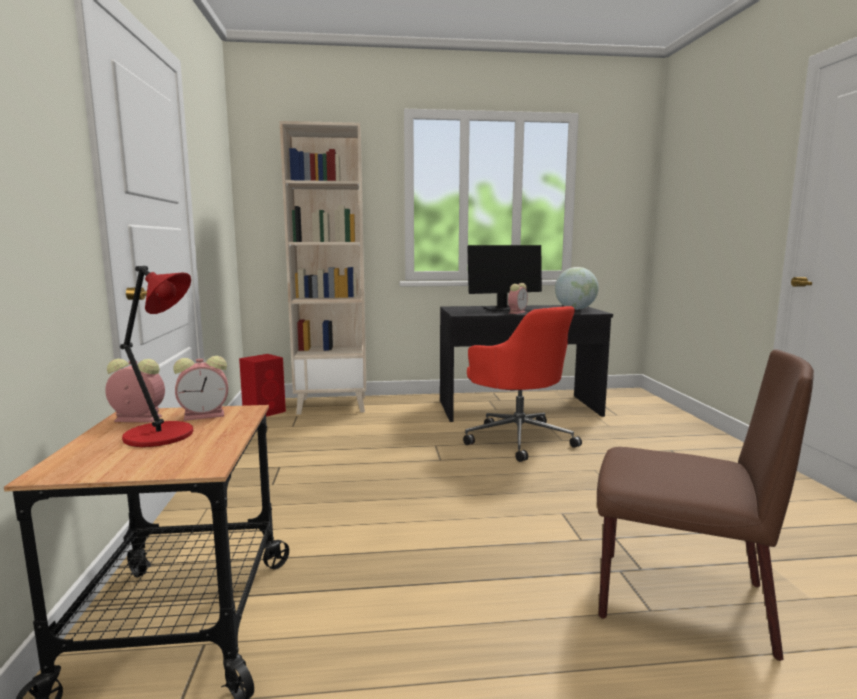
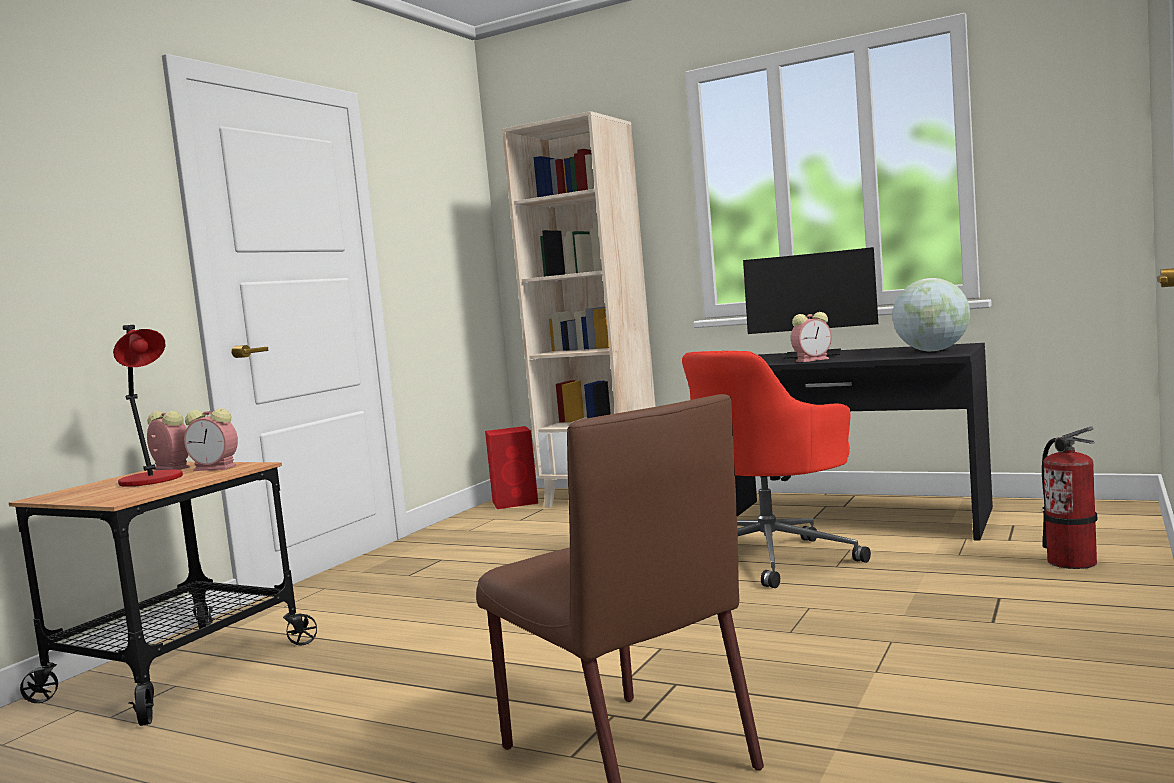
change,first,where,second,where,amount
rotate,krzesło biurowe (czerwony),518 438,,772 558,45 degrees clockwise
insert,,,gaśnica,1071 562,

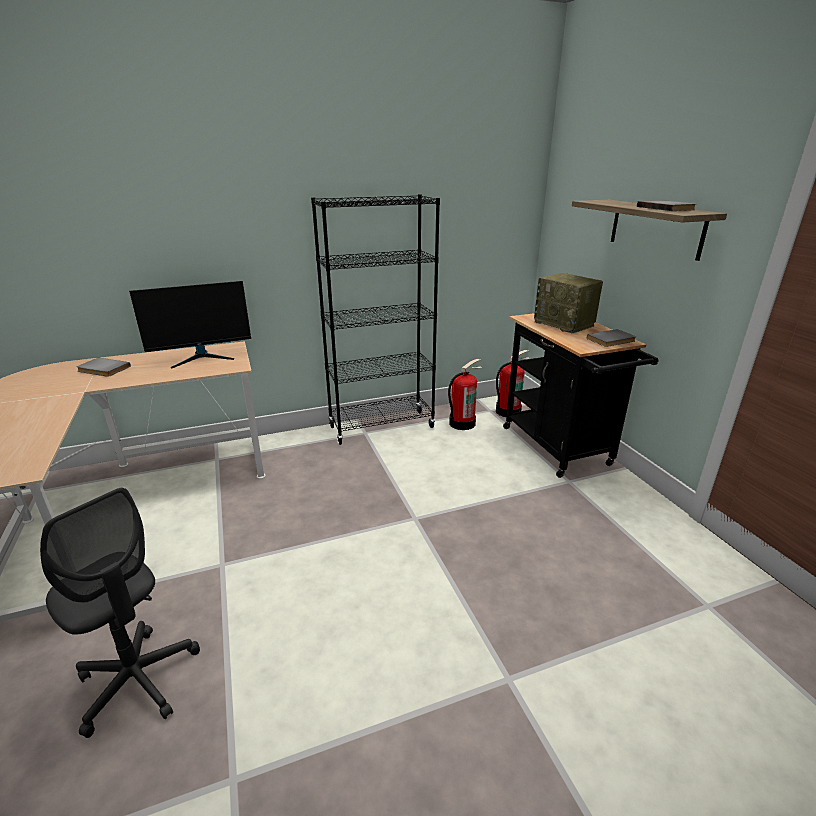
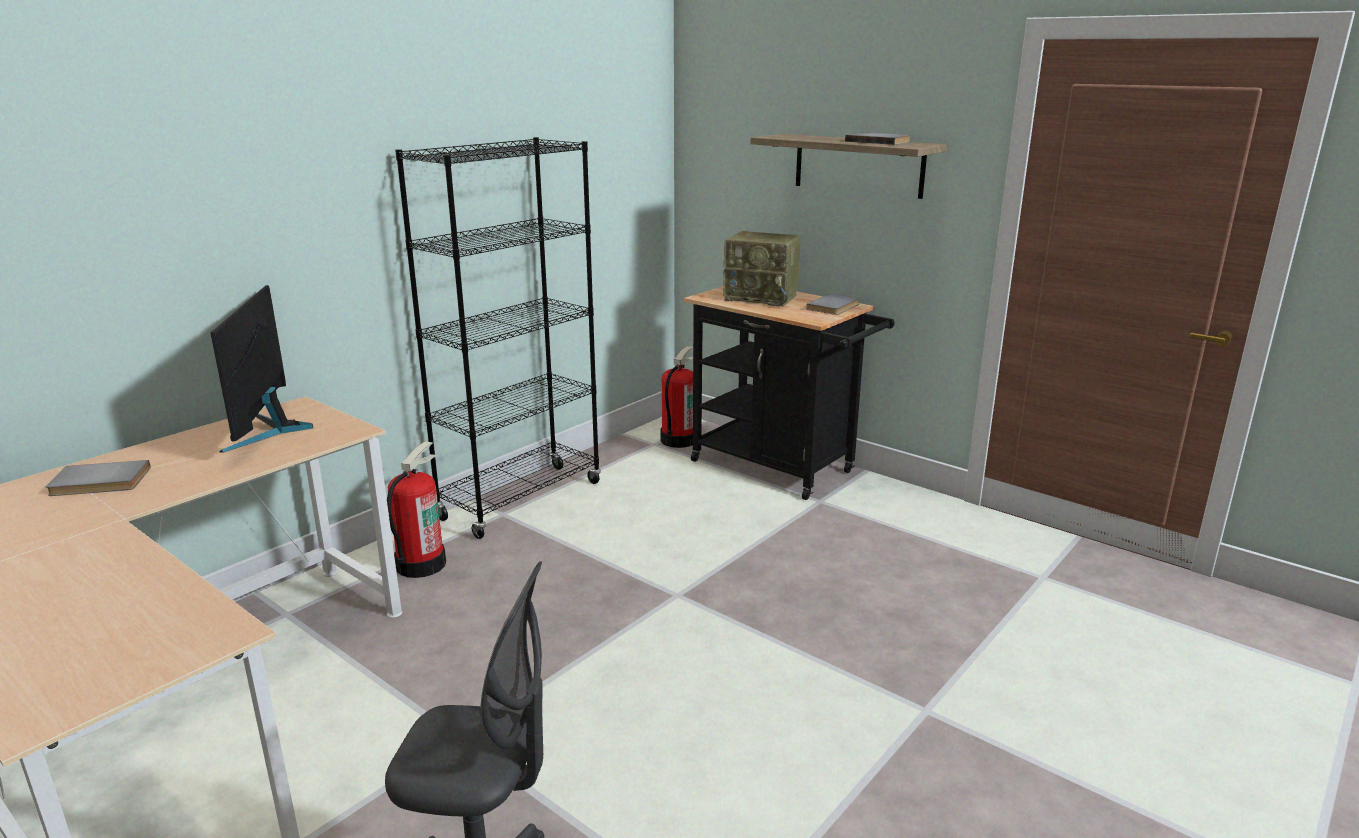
change,first,where,second,where,amount
rotate,monitor,202 357,,269 430,135 degrees clockwise
move,gaśnica,462 423,,420 564,

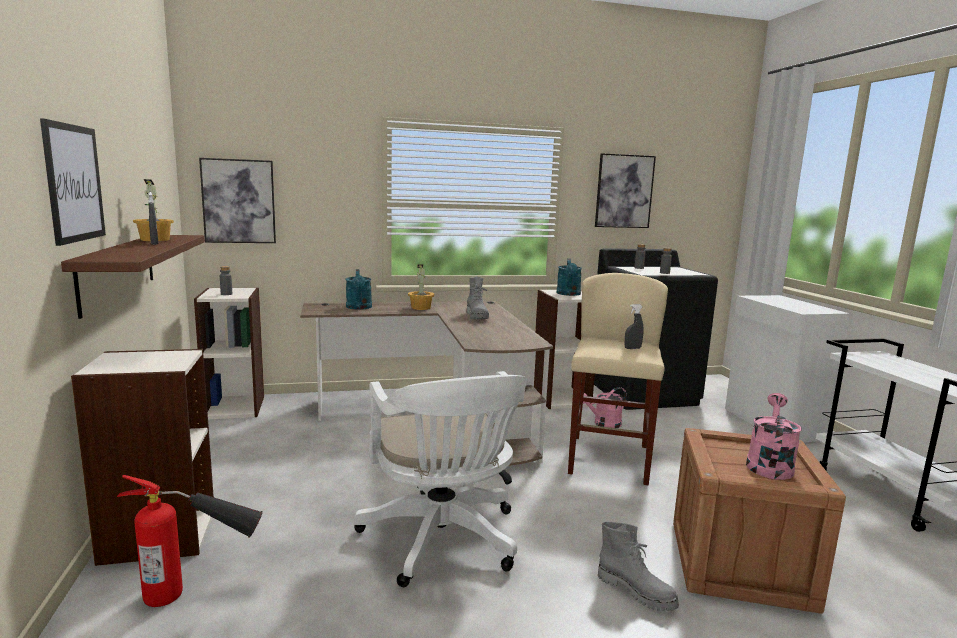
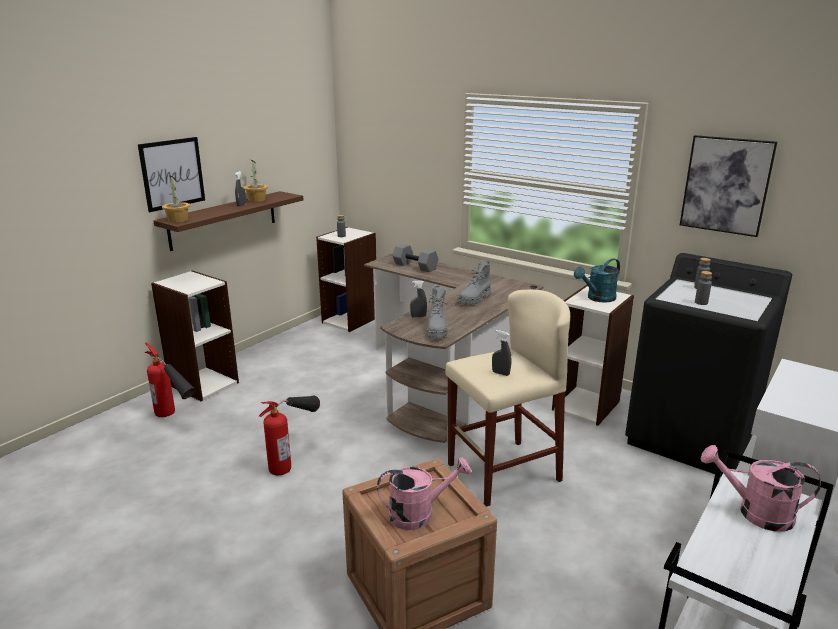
change,first,where,second,where,amount
delete,obraz,239 201,,,
replace,konewka (turkusowy),359 308,hantel (szary),416 266,
replace,krzesło biurowe (biały),443 541,gaśnica,293 458,
move,roślina doniczkowa,421 308,,177 220,
move,konewka (różowy),603 424,,755 513,
move,but z cholewką (szary),636 591,,437 330,
insert,,,spryskiwacz (szary),418 316,

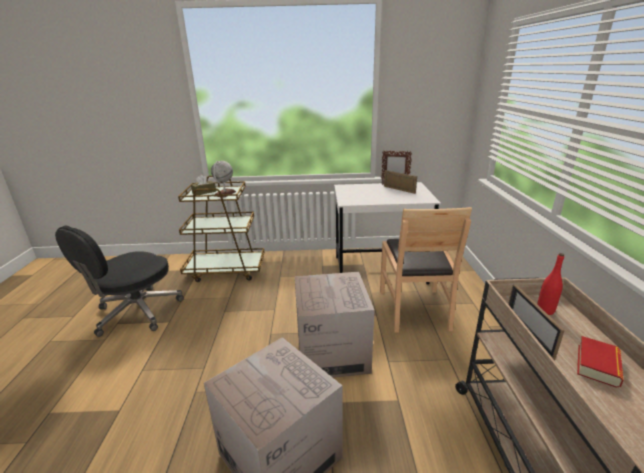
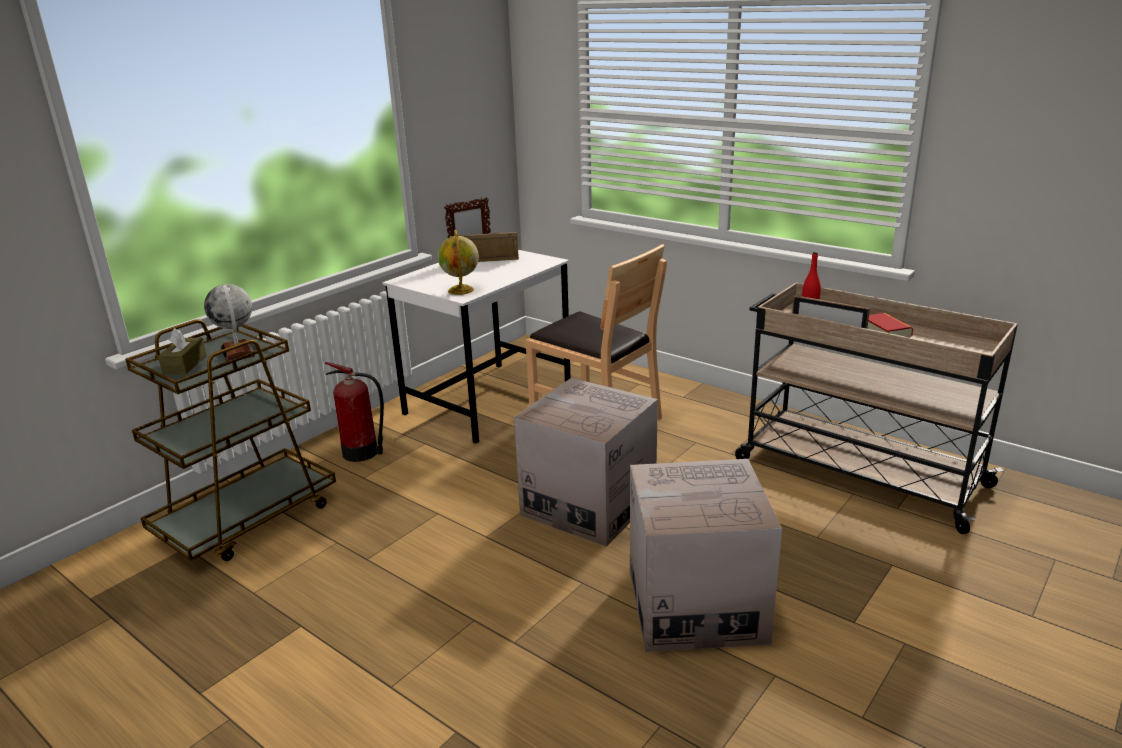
change,first,where,second,where,amount
delete,krzesło biurowe (czarny),136 312,,,
insert,,,gaśnica,362 453,
insert,,,globus,461 290,

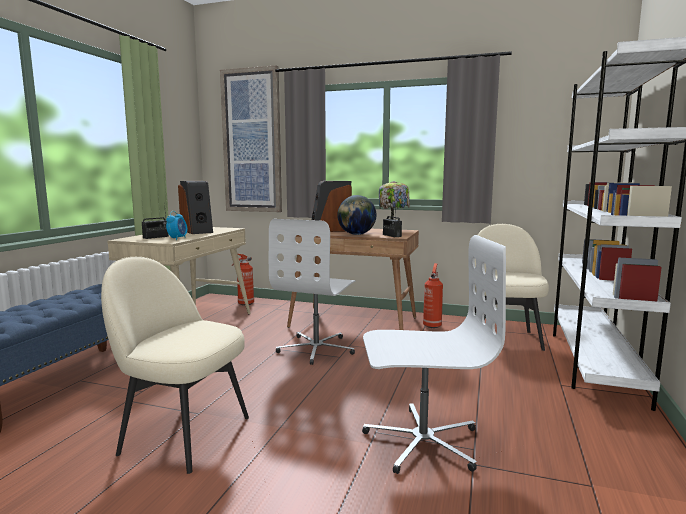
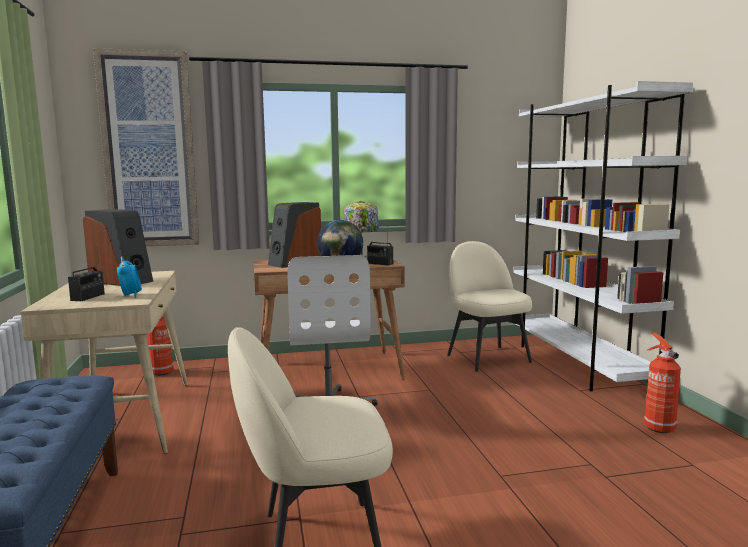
change,first,where,second,where,amount
delete,krzesło biurowe (biały),422 441,,,
move,gaśnica,432 325,,657 428,

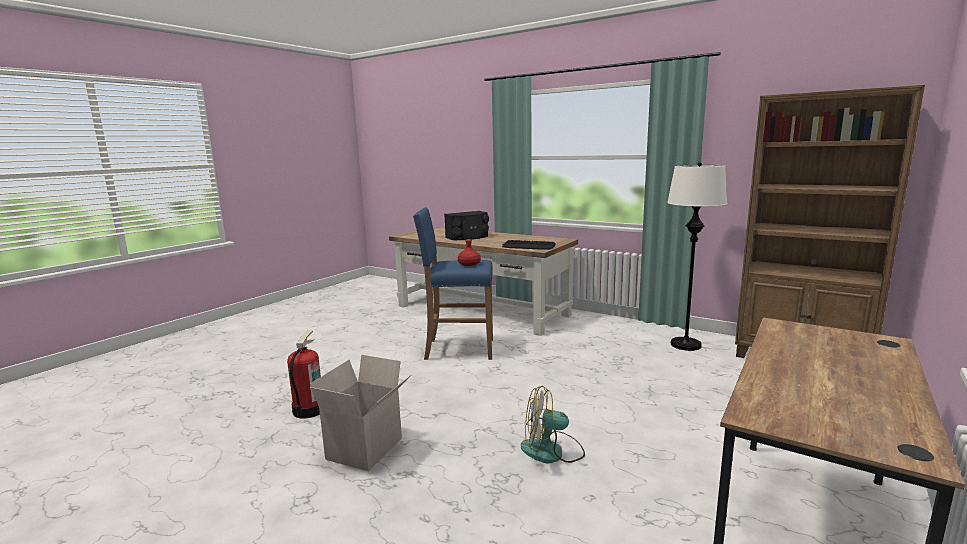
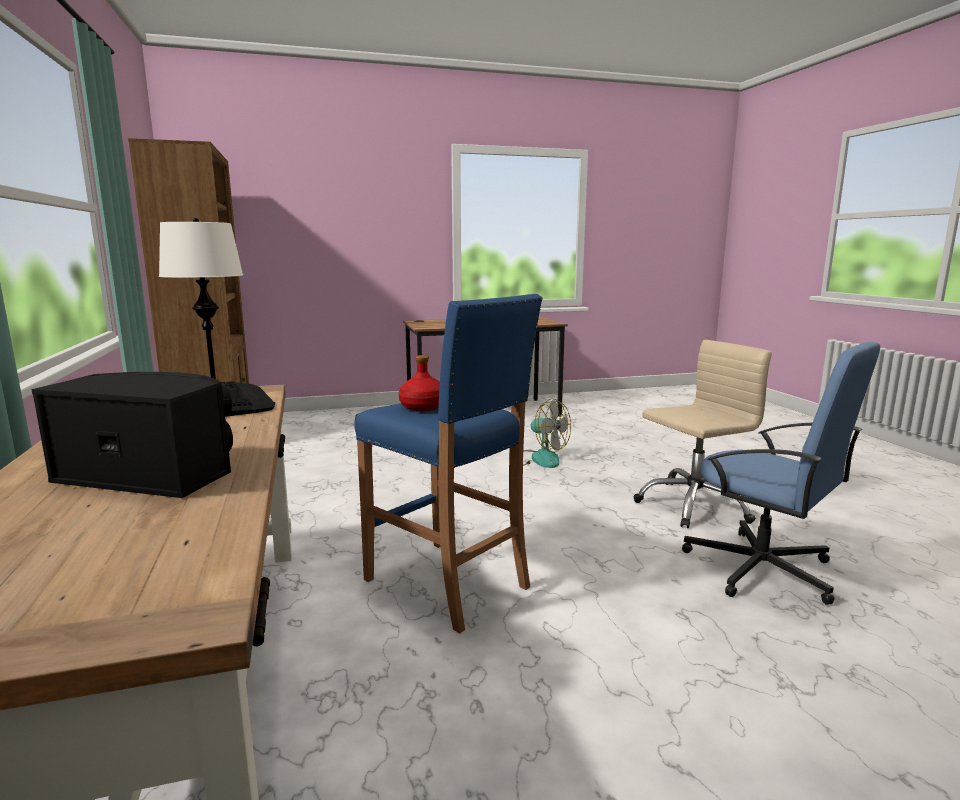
change,first,where,second,where,amount
replace,gaśnica,308 410,krzesło biurowe (niebieski),762 569,
replace,karton,366 450,krzesło biurowe (beżowy),693 505,

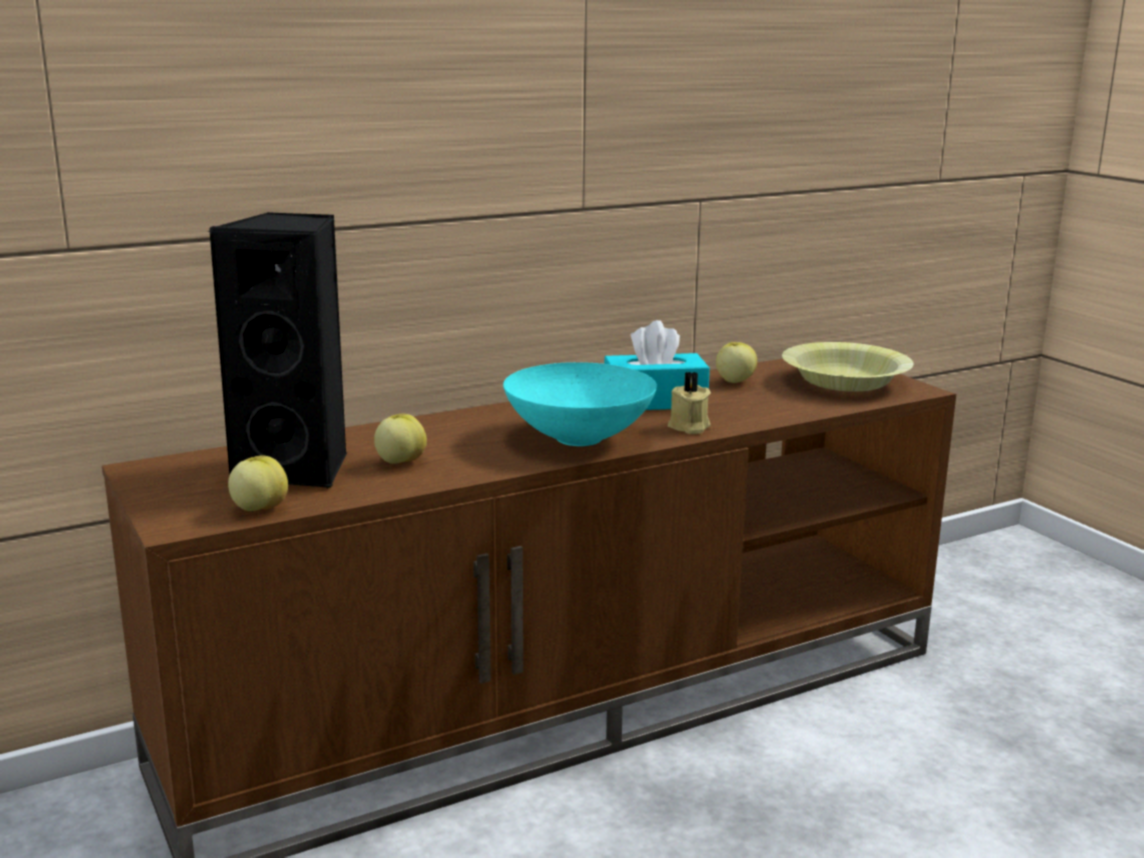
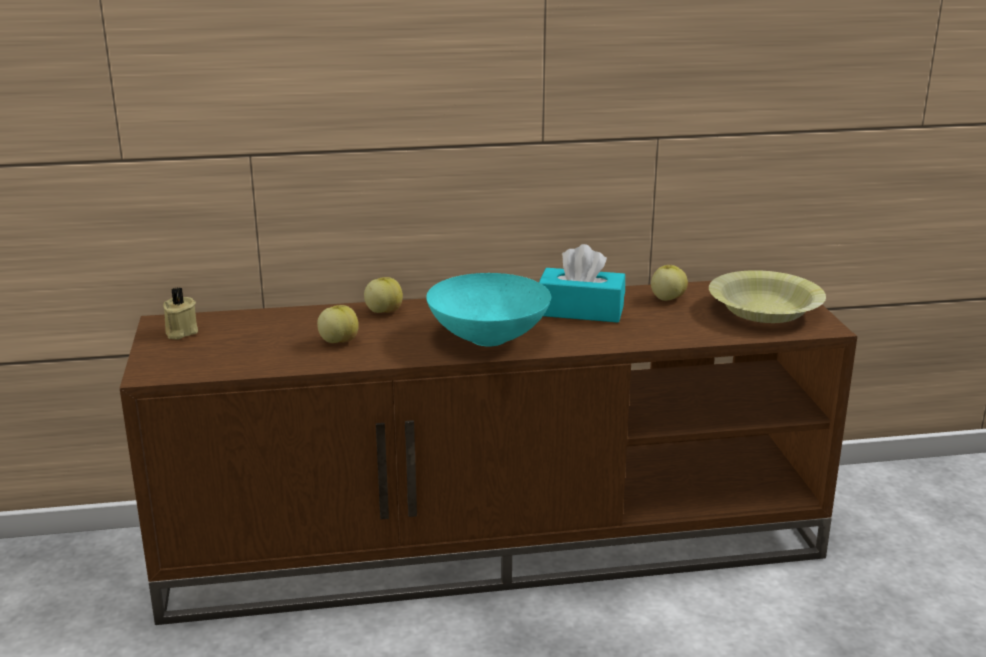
change,first,where,second,where,amount
delete,głośnik (czarny),298 468,,,
move,jabłko,259 509,,384 312,
move,świeca (beżowy),689 427,,180 332,

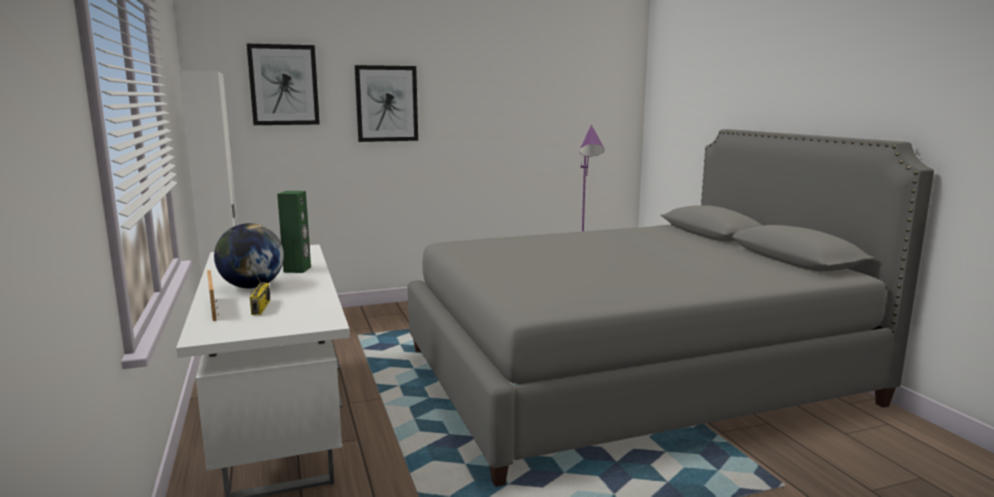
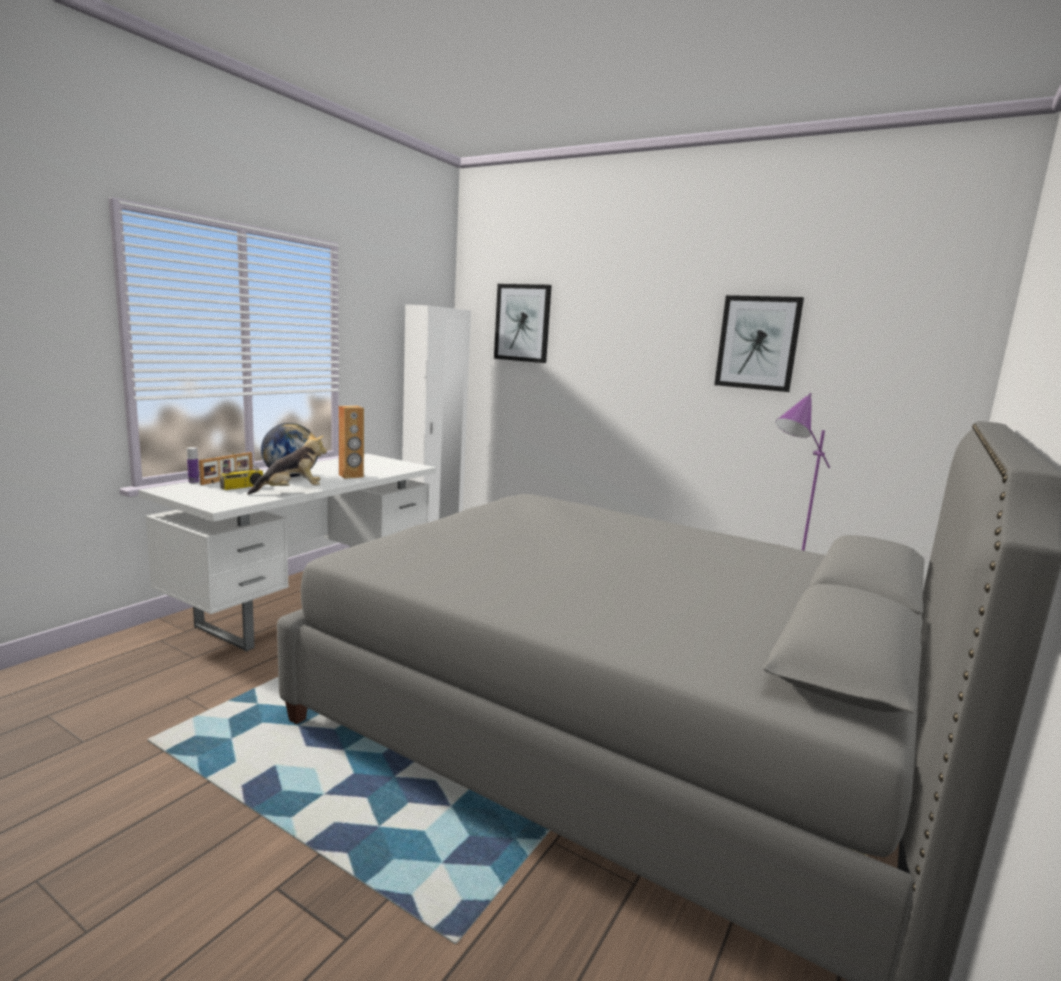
change,first,where,second,where,amount
recolor,głośnik (zielony),297 269,głośnik (brązowy),351 476,
move,obraz,386 103,,757 343,
insert,,,butelka,193 482,
insert,,,pluszak,291 492,

